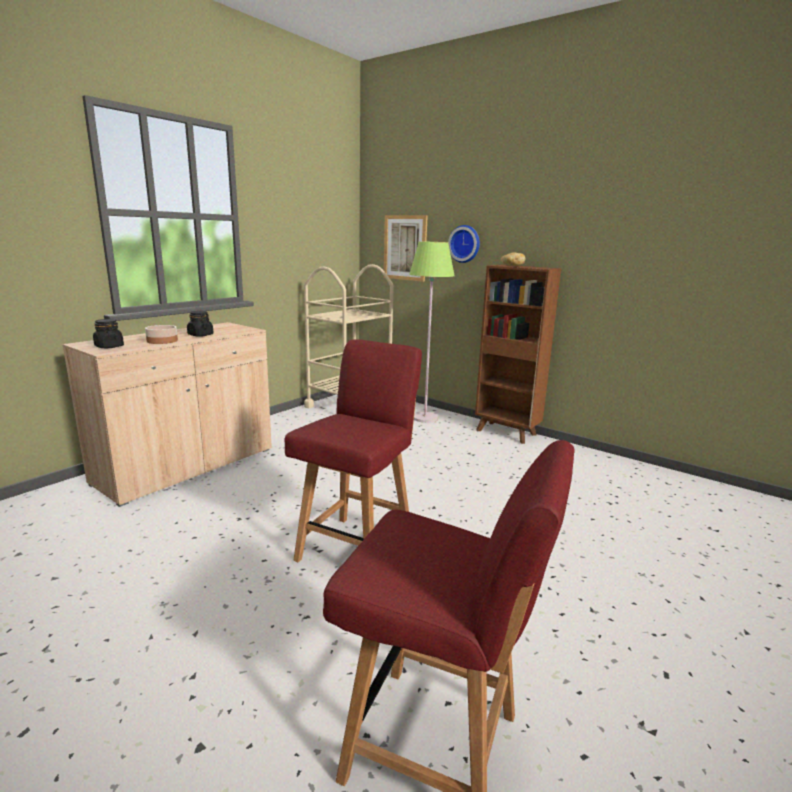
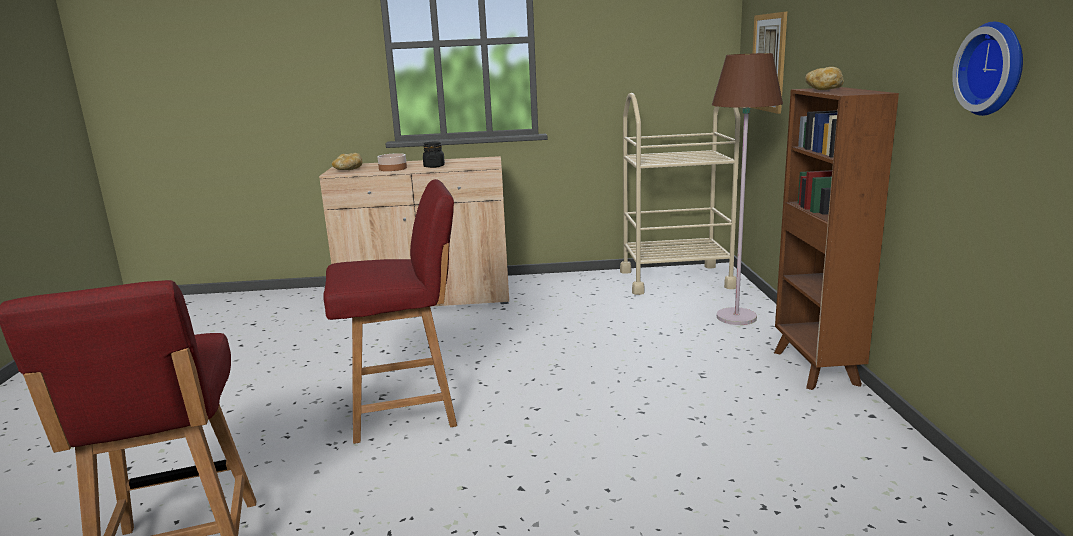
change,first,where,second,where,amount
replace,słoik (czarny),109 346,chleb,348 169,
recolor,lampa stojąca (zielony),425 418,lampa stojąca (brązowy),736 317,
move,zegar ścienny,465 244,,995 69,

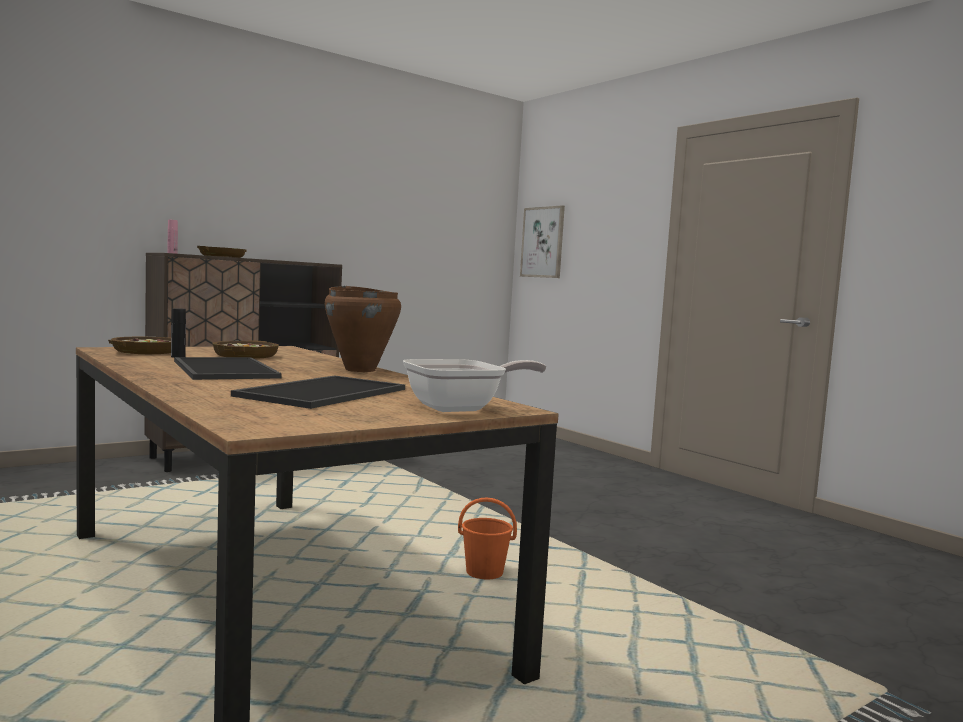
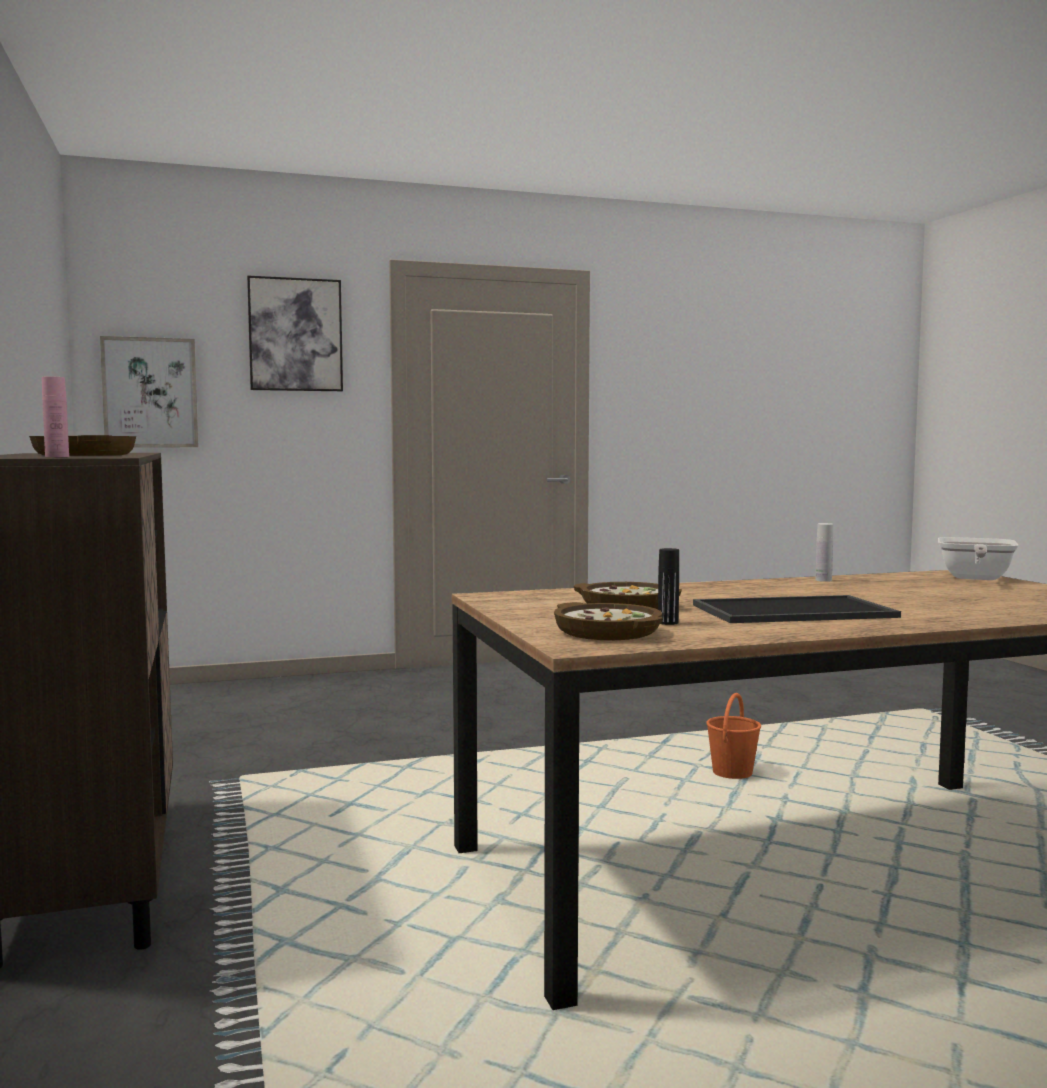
change,first,where,second,where,amount
delete,taca,322 392,,,
delete,garnek (brązowy),360 370,,,
rotate,patelnia,462 408,,974 579,150 degrees counterclockwise
insert,,,obraz,295 335,
insert,,,butelka (biały),823 580,

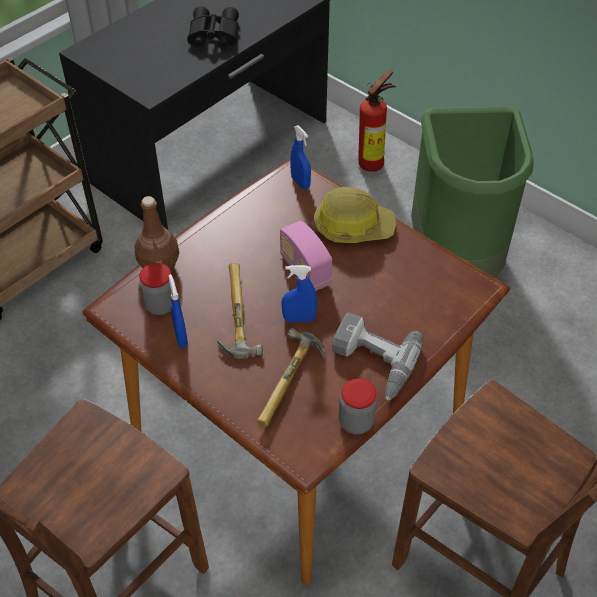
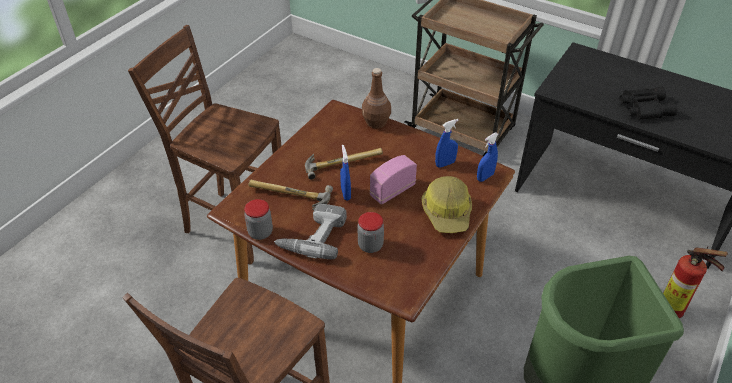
change,first,where,second,where,amount
move,słoik,160 305,,370 245,
move,spryskiwacz (niebieski),181 336,,445 164,

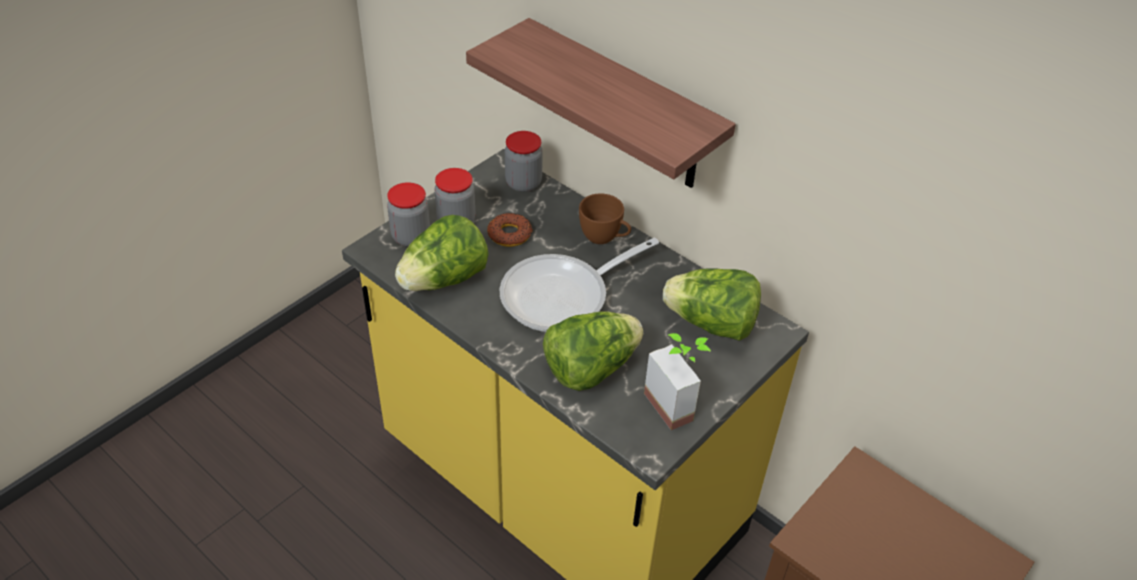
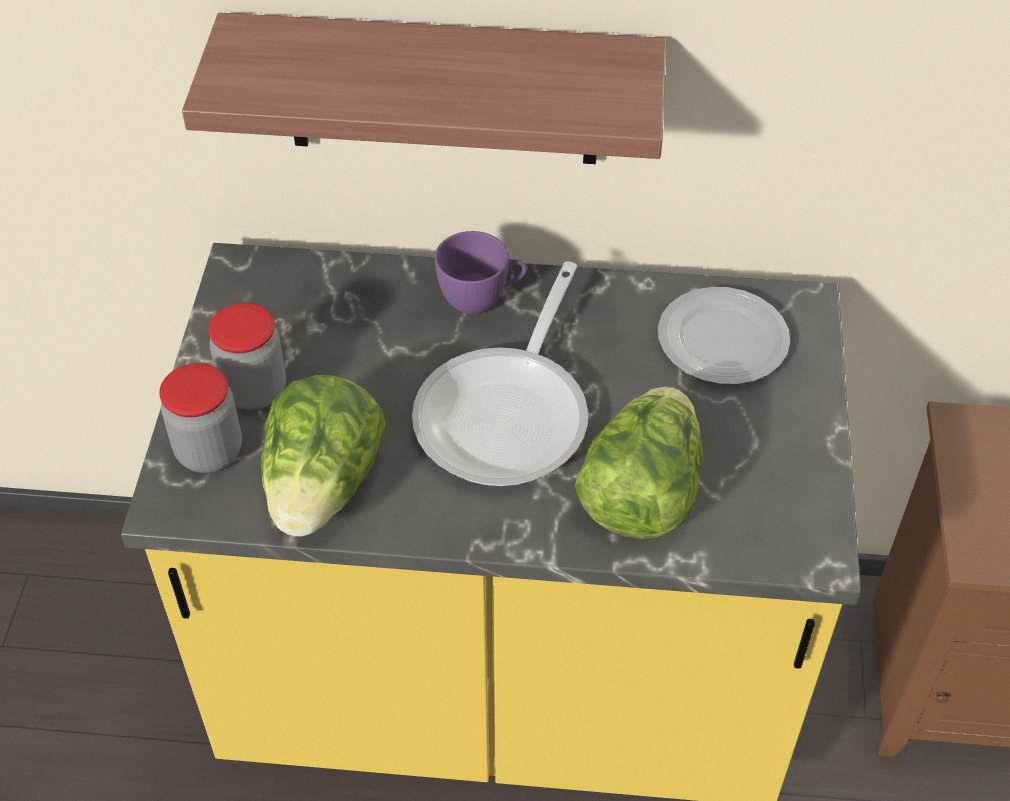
change,first,where,second,where,amount
delete,donut,510 234,,,
delete,słoik,523 183,,,
recolor,filiżanka (brązowy),604 238,filiżanka (fioletowy),481 299,
delete,roślina doniczkowa,677 403,,,
replace,sałata,711 324,talerz,723 341,

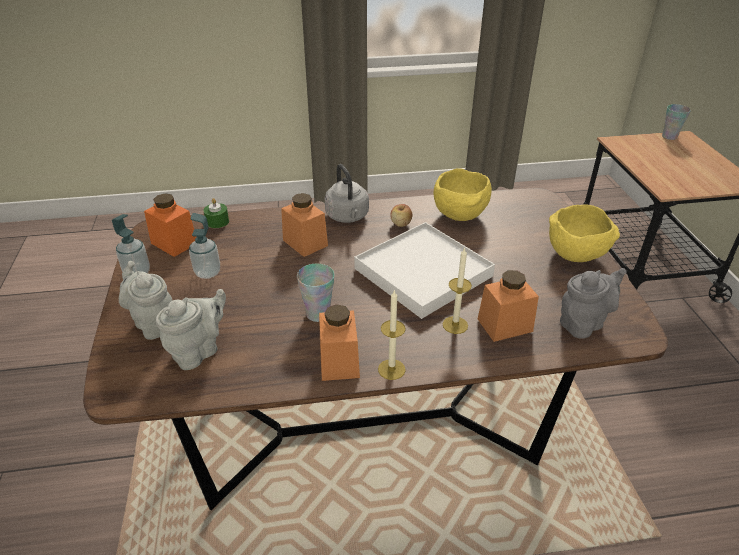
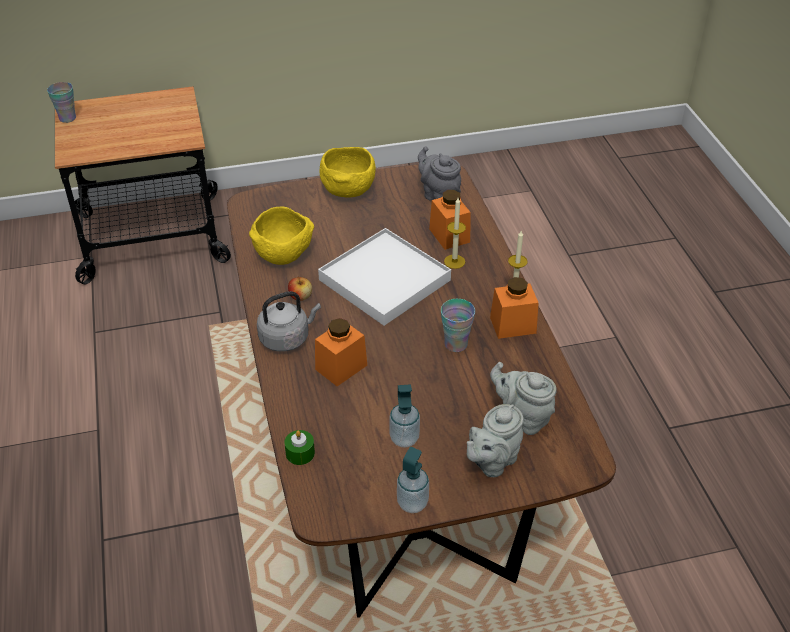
change,first,where,second,where,amount
delete,słoik (pomarańczowy),174 243,,,

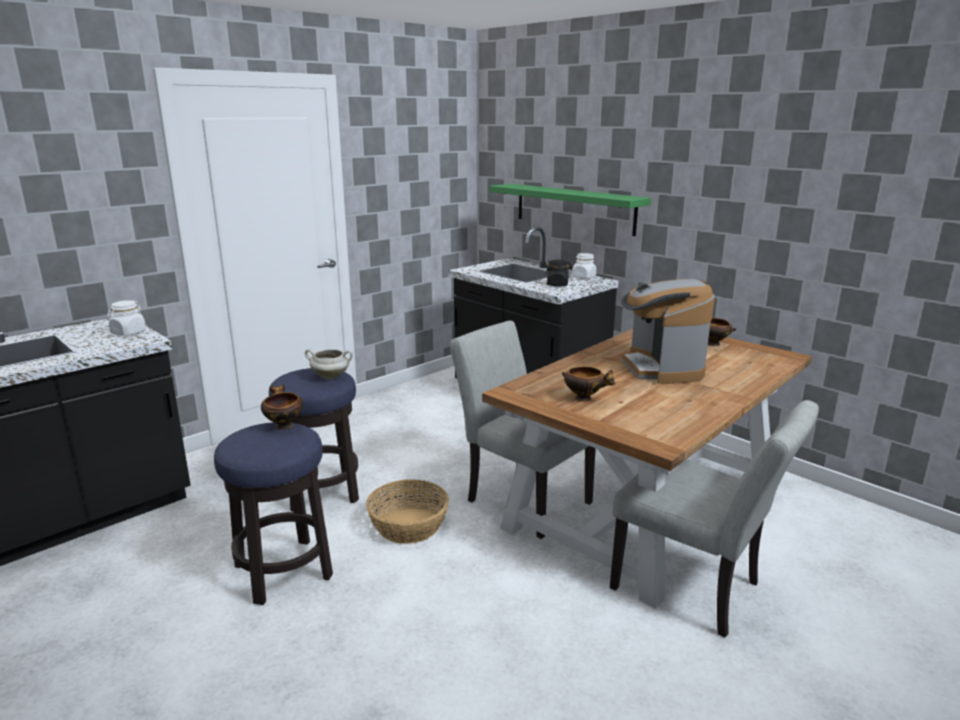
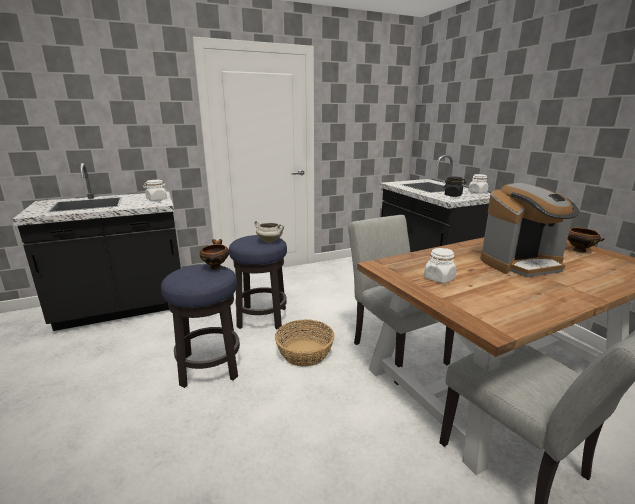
change,first,where,second,where,amount
delete,półka (zielony),574 208,,,
replace,miska,585 399,słoik (biały),439 278,
rotate,ekspres do kawy,661 368,,521 264,120 degrees counterclockwise

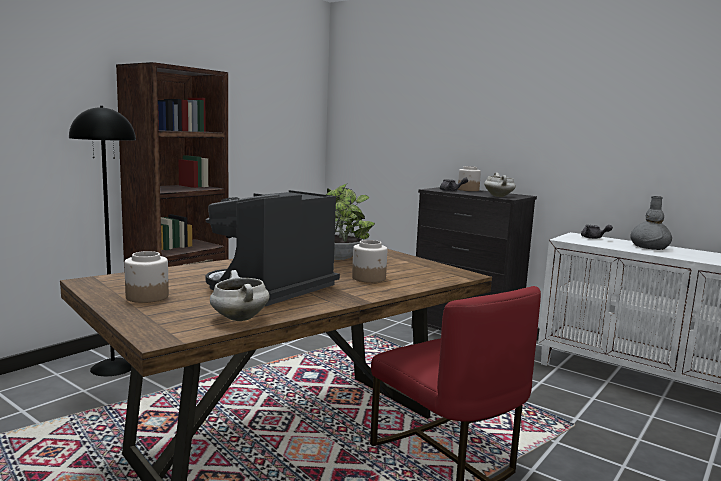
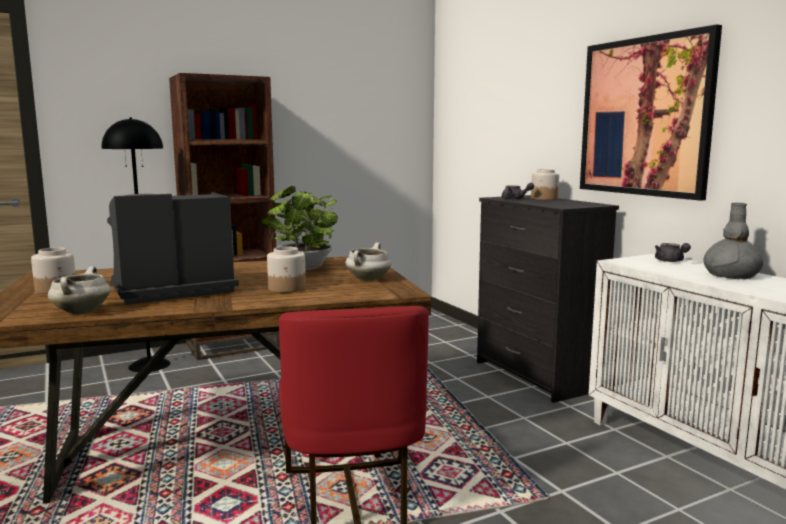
change,first,where,second,where,amount
move,garnek (biały),499 196,,368 280,
insert,,,obraz,644 117,

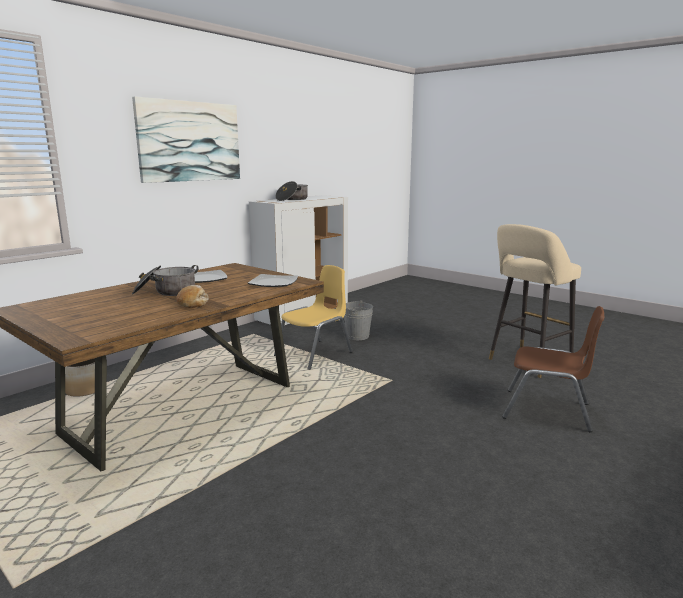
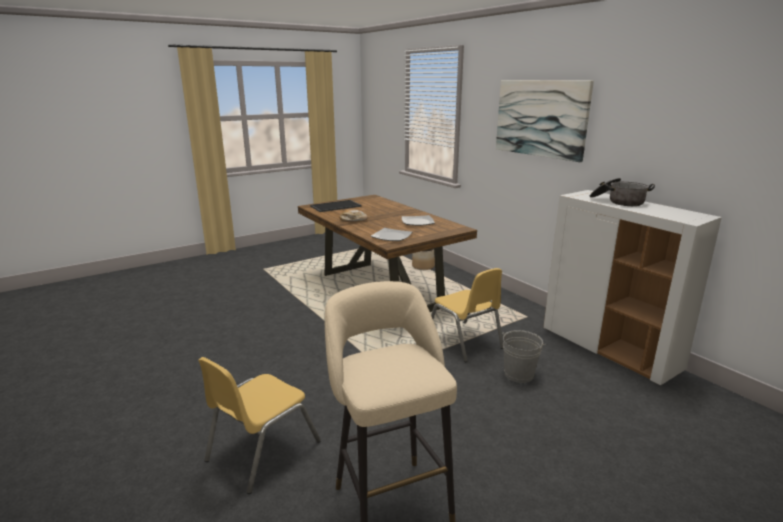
change,first,where,second,where,amount
delete,garnek,166 292,,,
recolor,krzesło (brązowy),547 411,krzesło (żółty),262 450,
insert,,,taca,335 206,

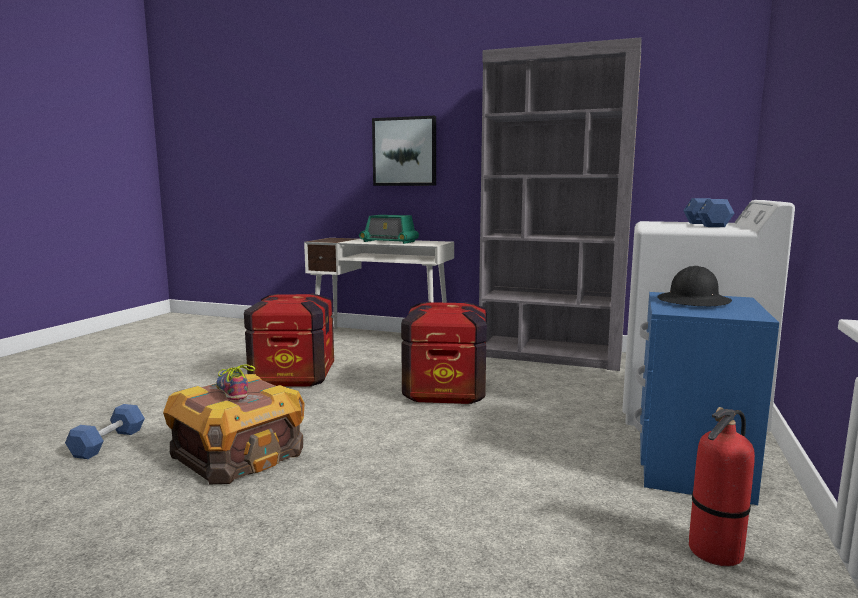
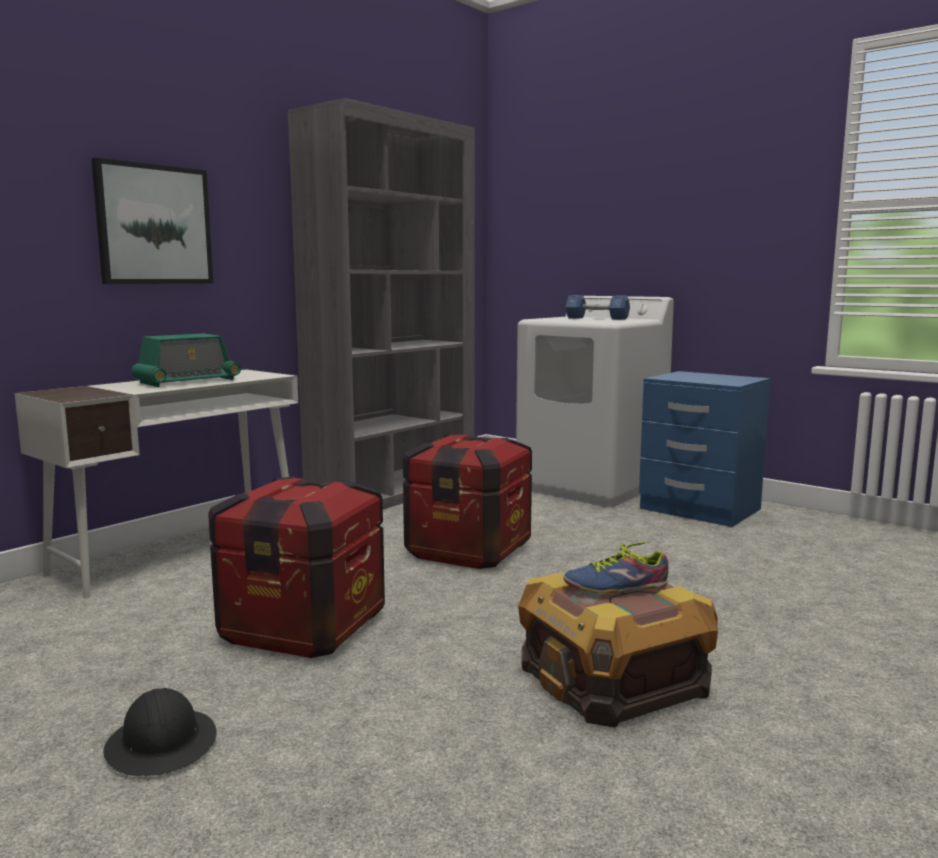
change,first,where,second,where,amount
delete,hantel (niebieski),108 443,,,
move,kask (czarny),693 302,,162 744,
delete,gaśnica,715 552,,,

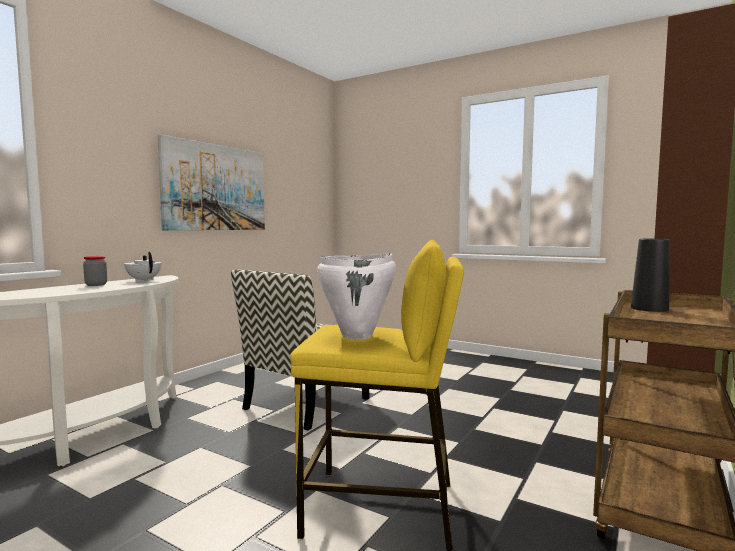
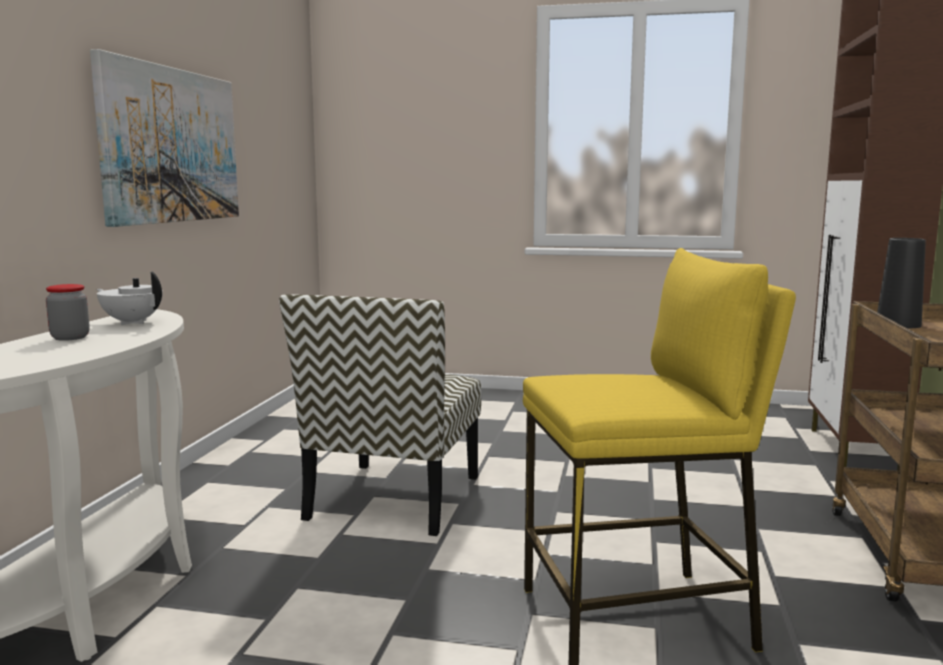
change,first,where,second,where,amount
delete,garnek (biały),358 336,,,

